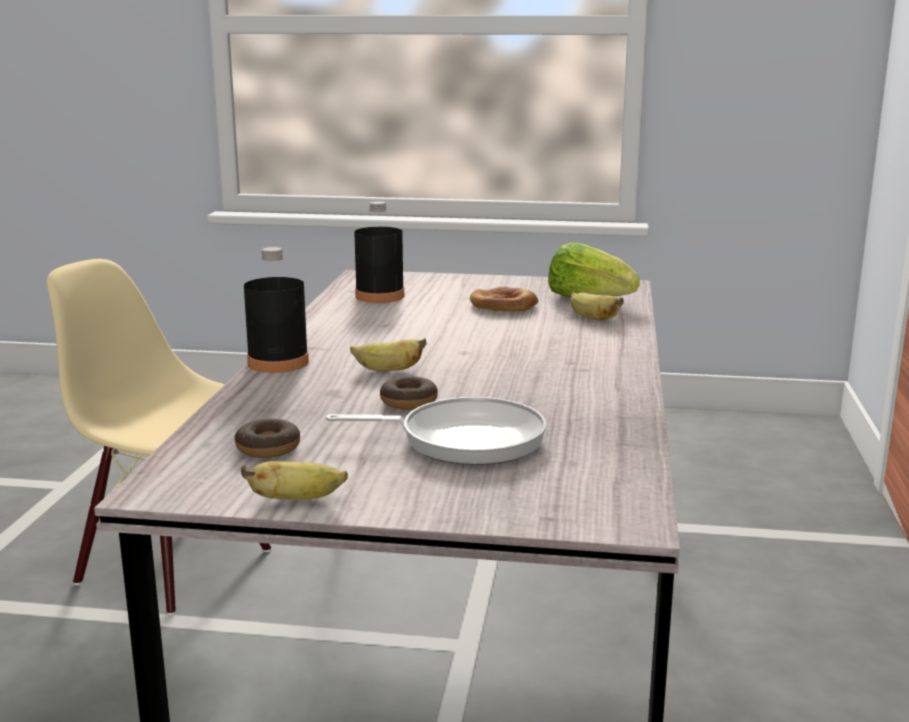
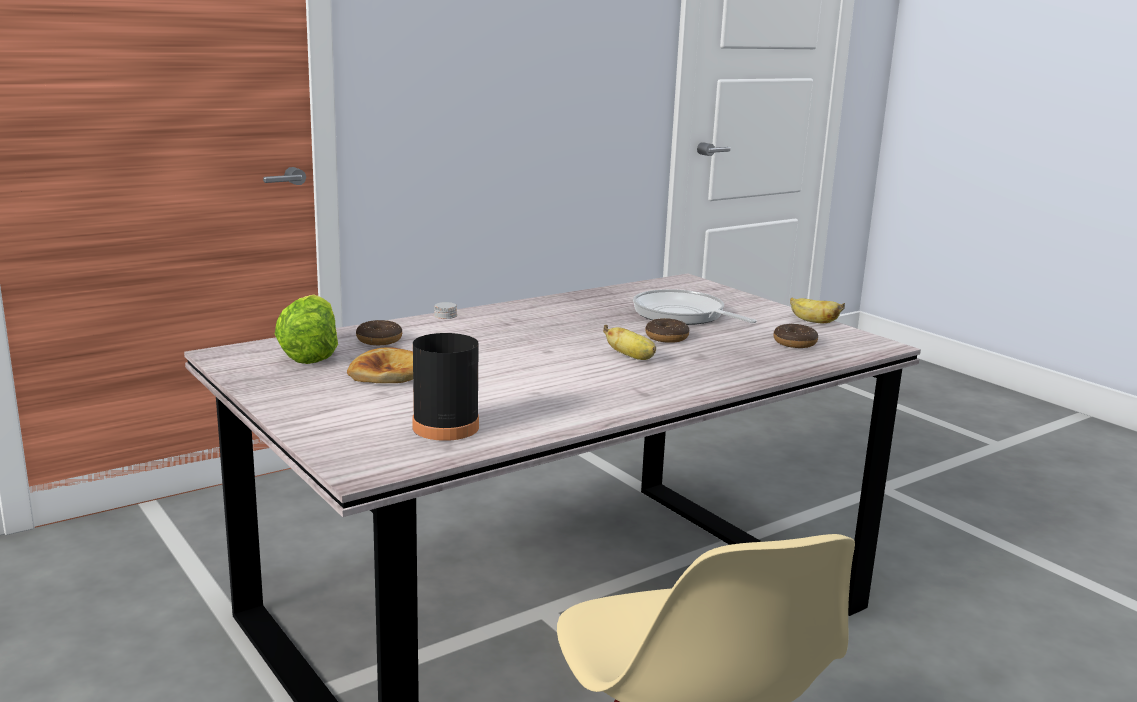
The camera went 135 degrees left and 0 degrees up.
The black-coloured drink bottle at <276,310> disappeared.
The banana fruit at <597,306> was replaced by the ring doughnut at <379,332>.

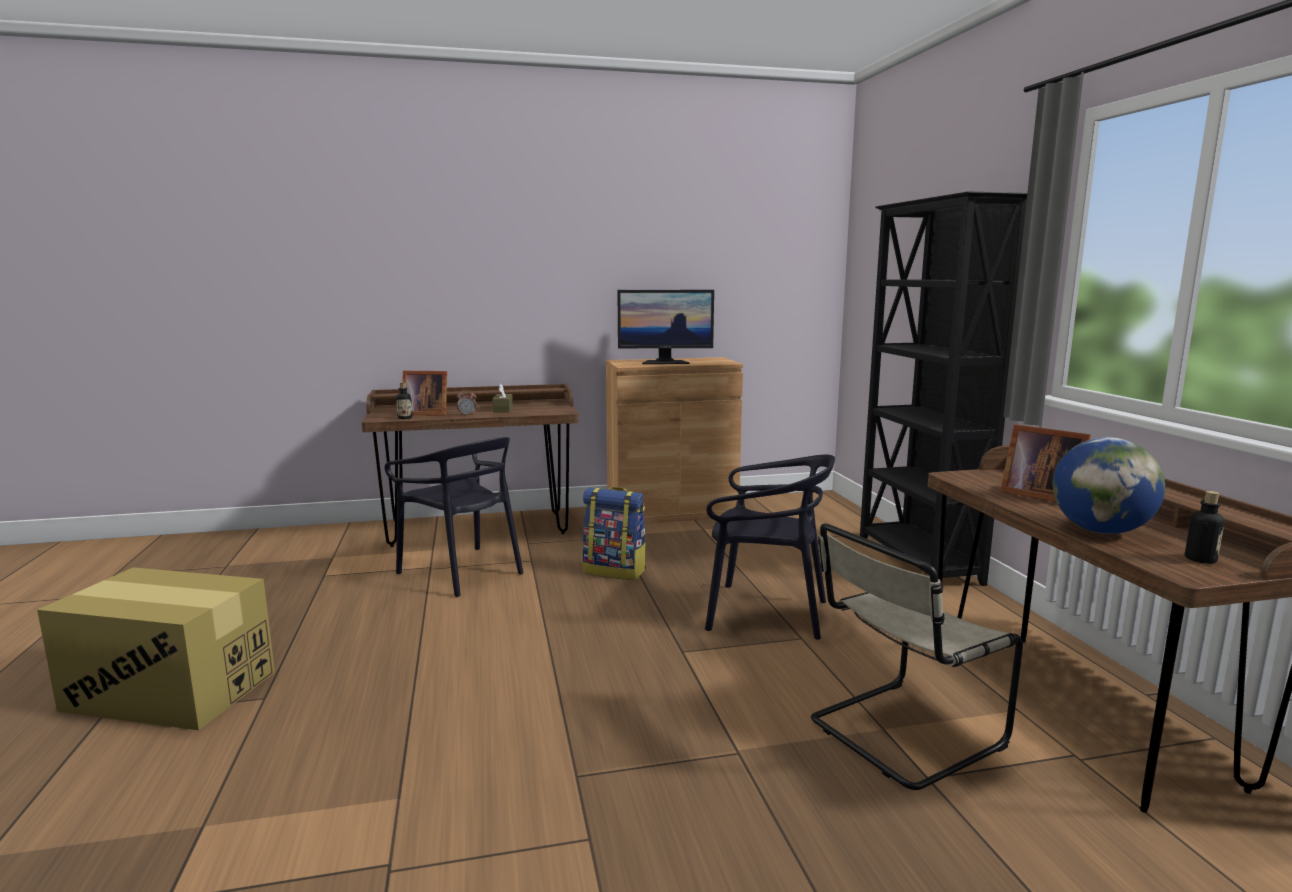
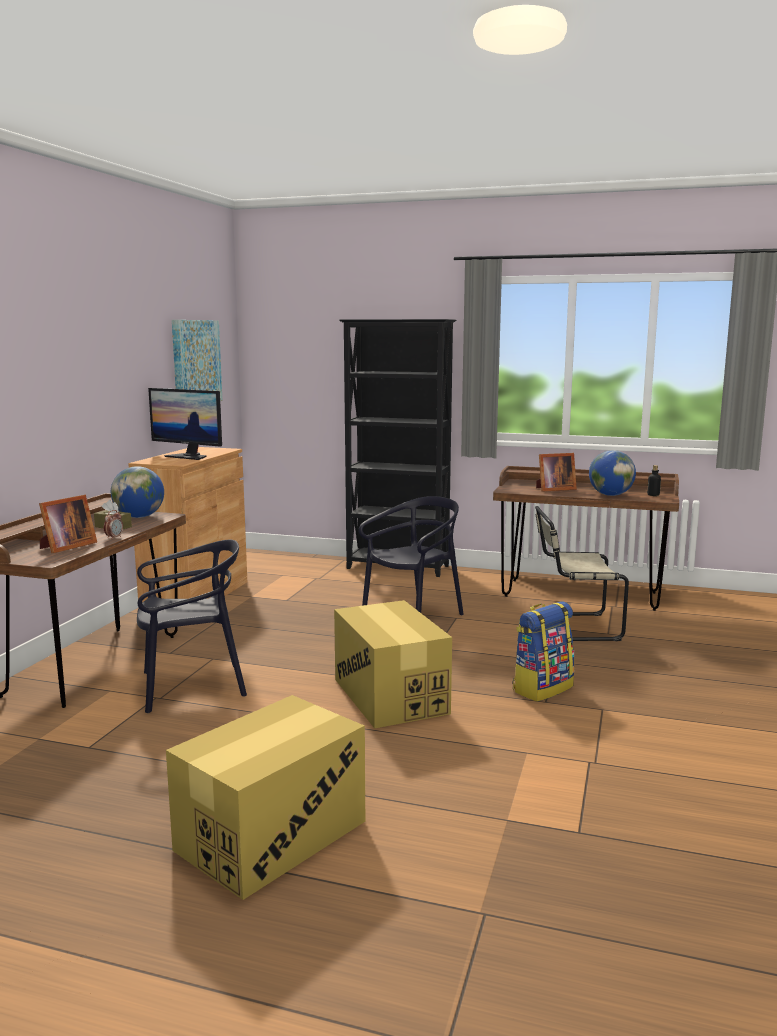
The camera went 60 degrees left and 0 degrees up.
The drink bottle at <404,400> disappeared.
The rucksack moved from <614,533> to <543,652>.
The monitor at <665,327> turned 90 degrees clockwise.
The beige-coloured chair at <917,656> turned 90 degrees clockwise.
The world globe at <137,492> appeared.
The wall art at <197,360> appeared.
The cardboard box at <393,664> appeared.

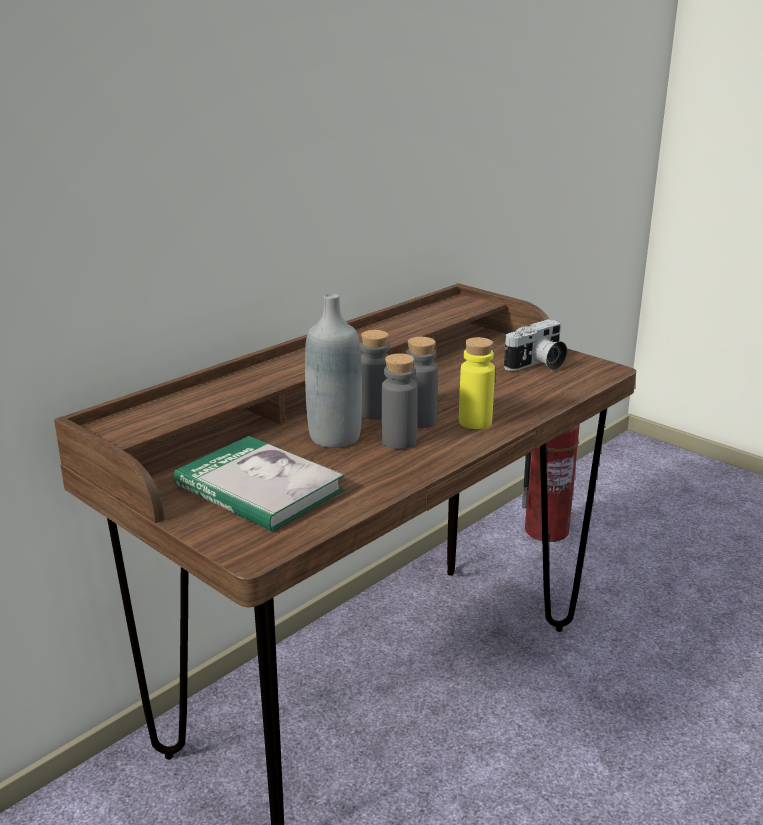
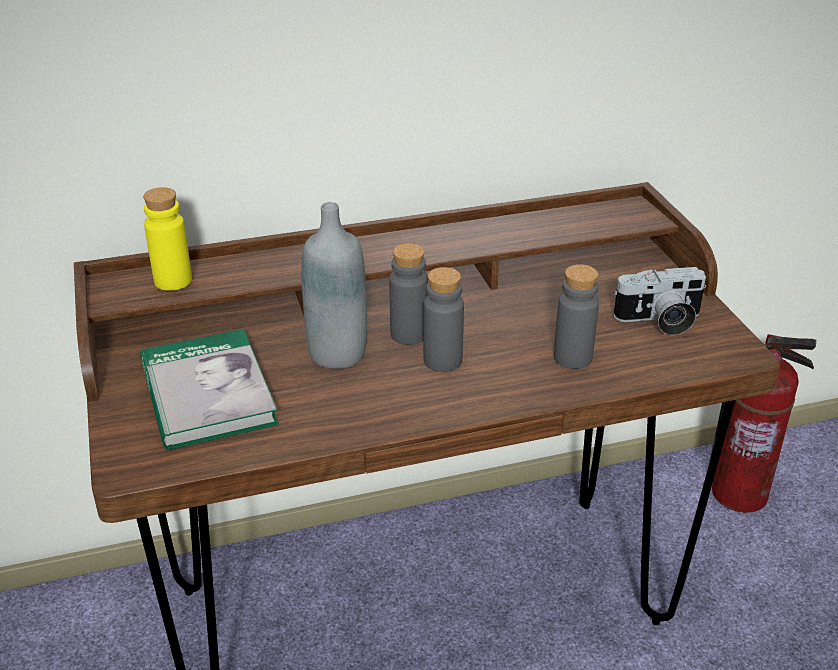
The camera went 30 degrees right and 10 degrees up.
The gray drink bottle moved from <399,401> to <576,316>.
The yellow drink bottle moved from <477,383> to <167,239>.

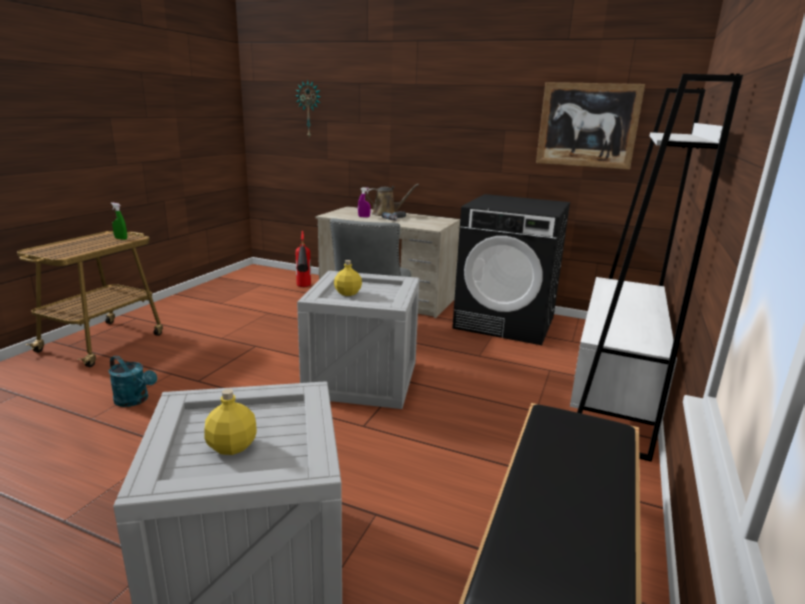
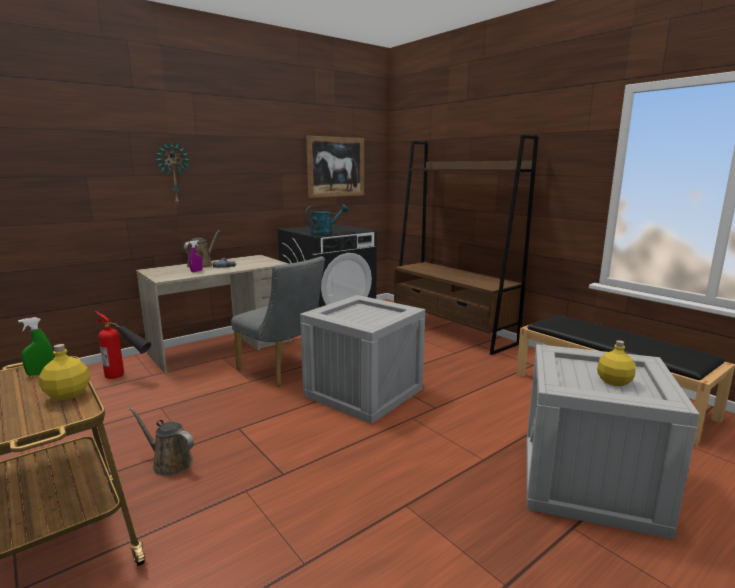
The camera went 60 degrees left and 5 degrees down.
The turquoise watering pot moved from <133,381> to <326,219>.
The wall clock moved from <308,108> to <172,173>.
The yellow drink bottle moved from <348,278> to <64,372>.
The whitish bookshelf at <656,268> became the brownish bookshelf at <466,245>.
The brownish watering pot at <161,441> appeared.

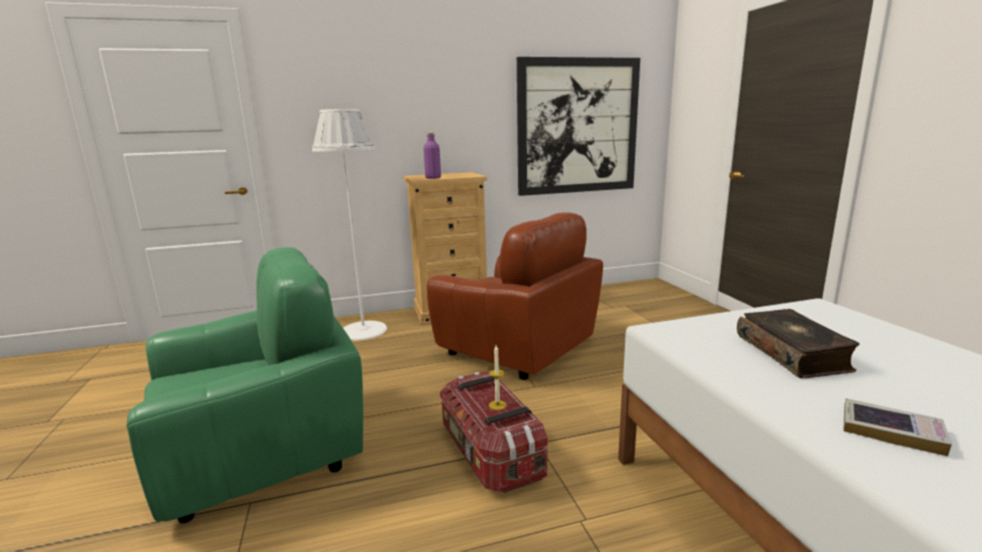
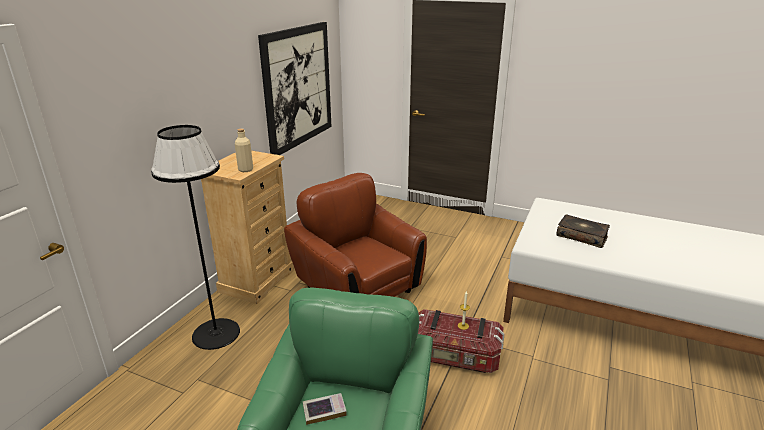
The camera went 50 degrees left and 10 degrees up.
The whitish standing lamp at <349,224> became the black-coloured standing lamp at <195,237>.
The purple drink bottle at <432,156> became the beige-coloured drink bottle at <244,150>.
The brownish easy chair at <515,296> turned 120 degrees counterclockwise.
The book moved from <897,427> to <325,409>.

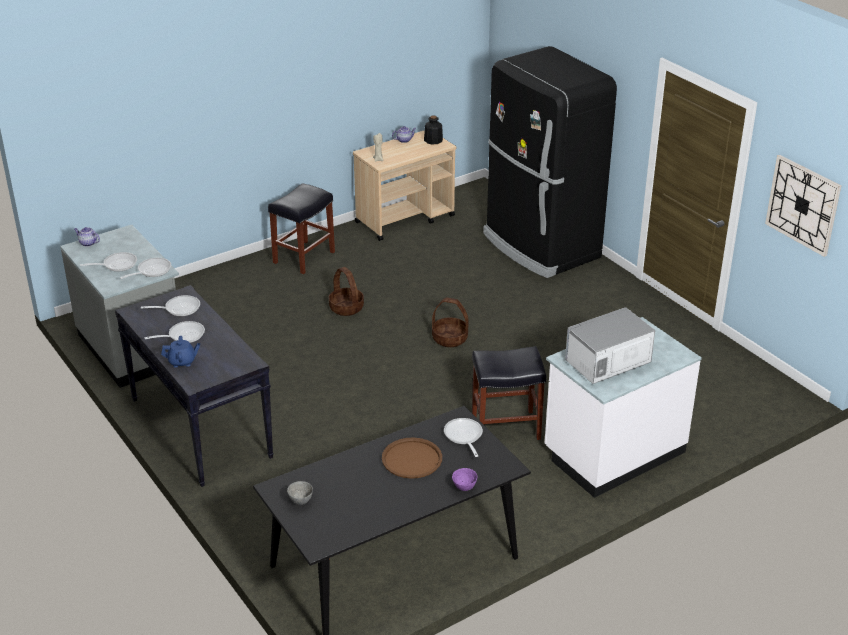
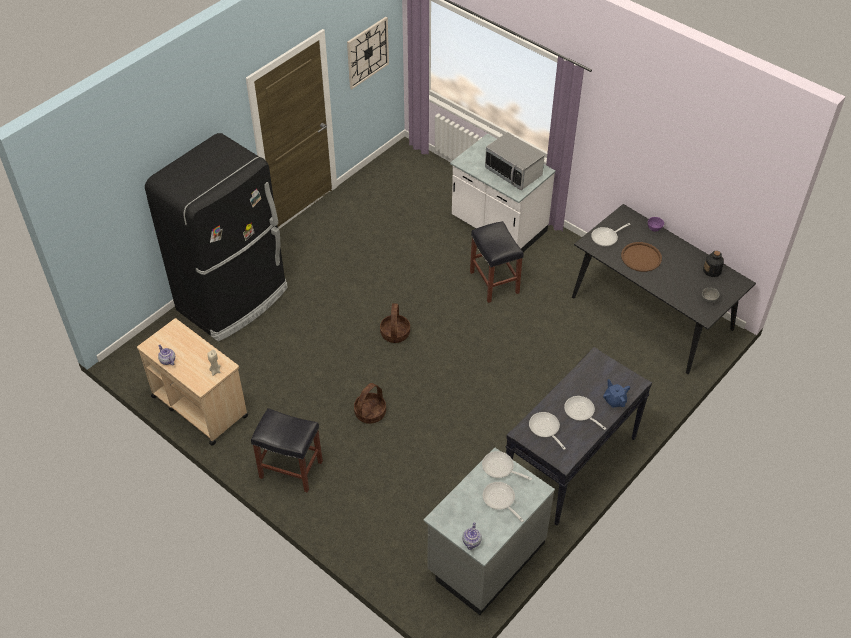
The camera went 105 degrees left and 15 degrees up.
The drink bottle moved from <433,130> to <713,264>.

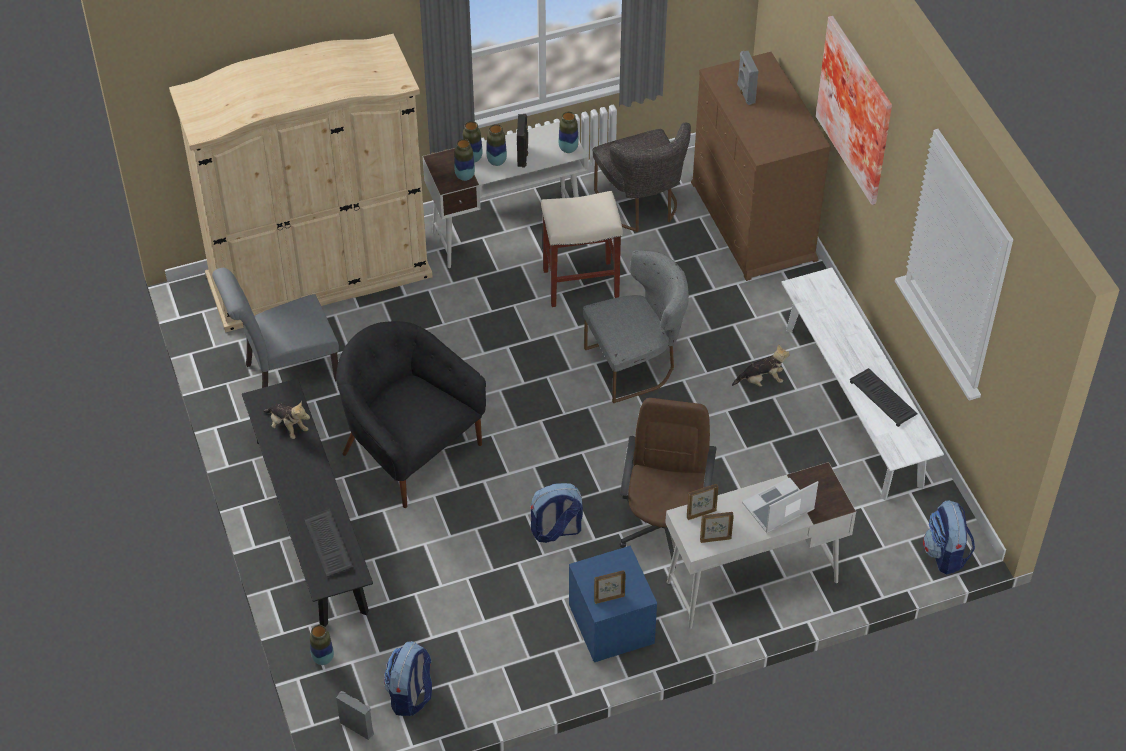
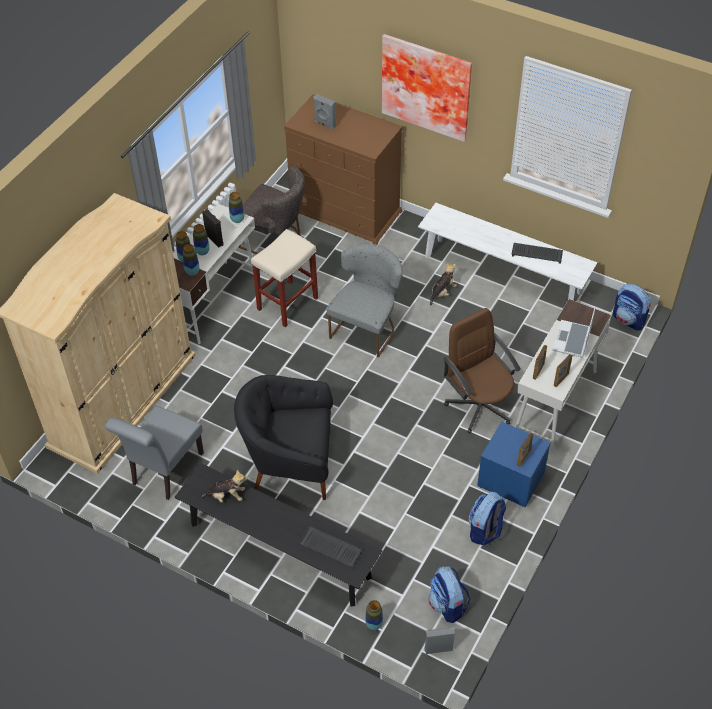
The camera went 40 degrees left and 0 degrees up.
The rucksack moved from <557,513> to <487,518>.

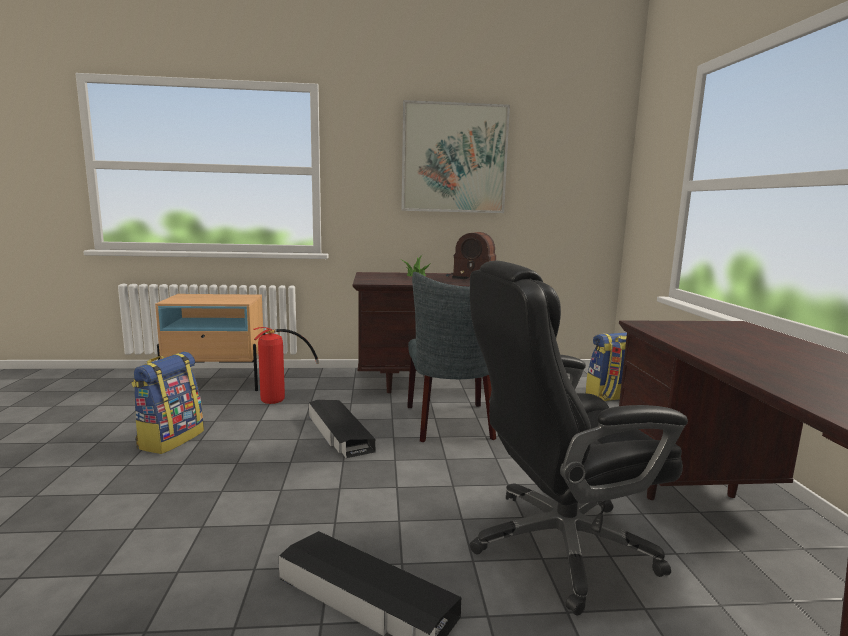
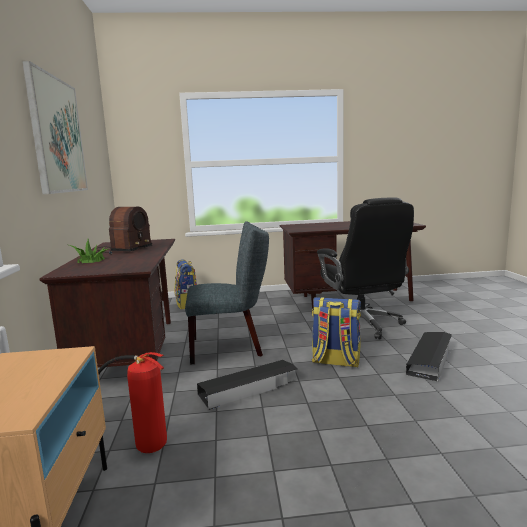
The camera went 90 degrees left and 0 degrees up.
The rucksack moved from <168,403> to <336,332>.

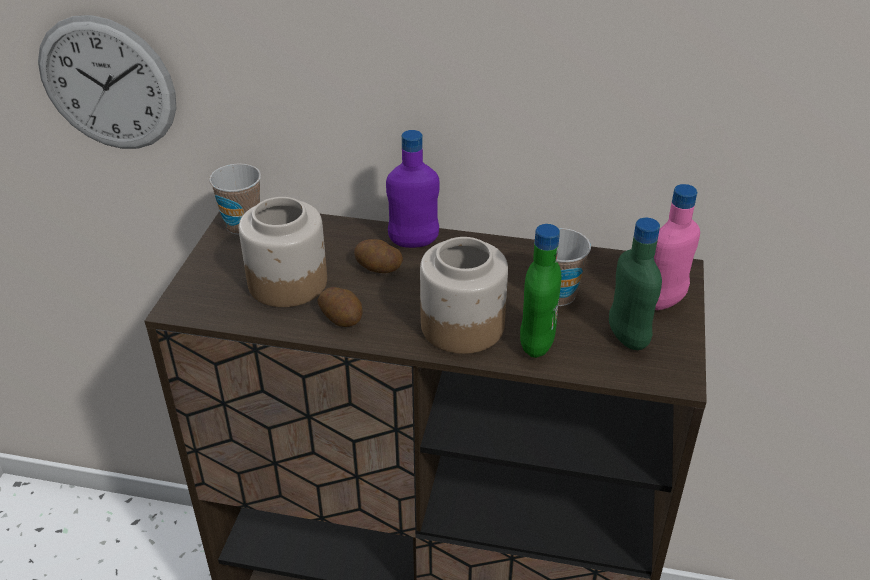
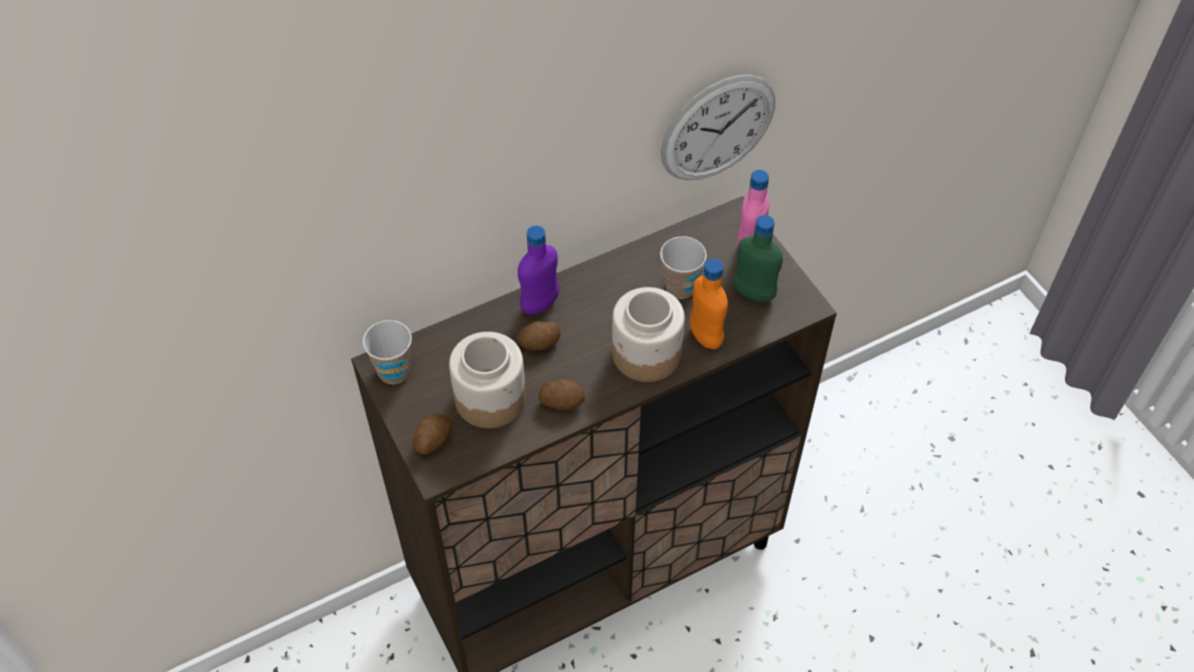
The camera went 40 degrees left and 15 degrees up.
The wall clock moved from <107,82> to <718,127>.
The green-coloured drink bottle at <540,291> became the orange drink bottle at <709,304>.
The potato at <432,434> appeared.

